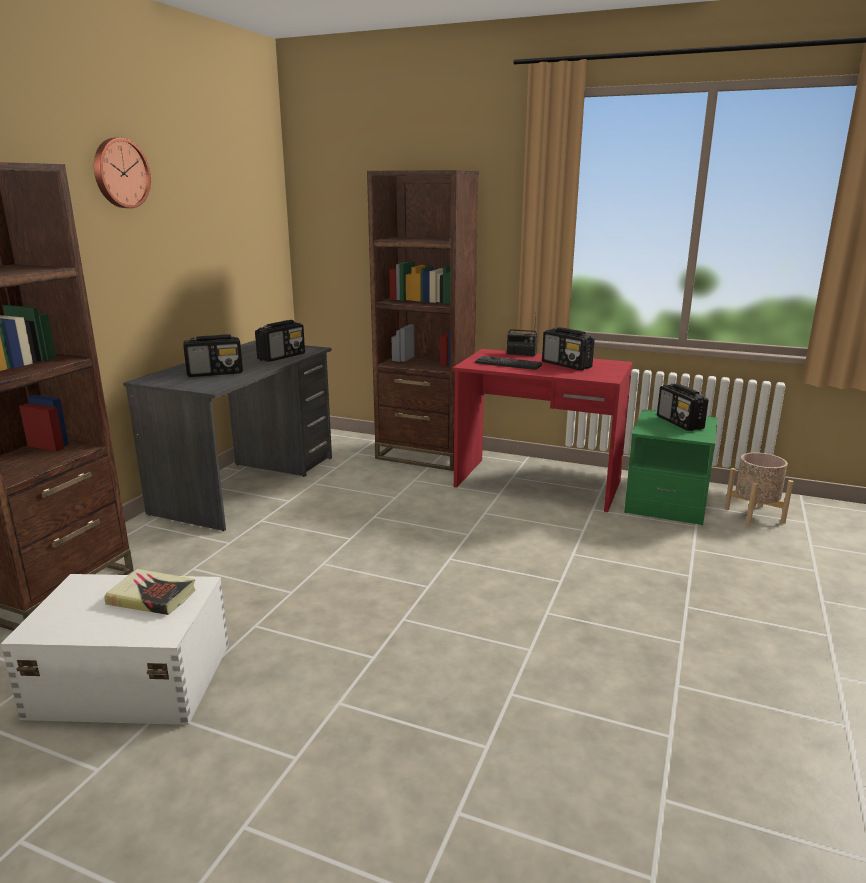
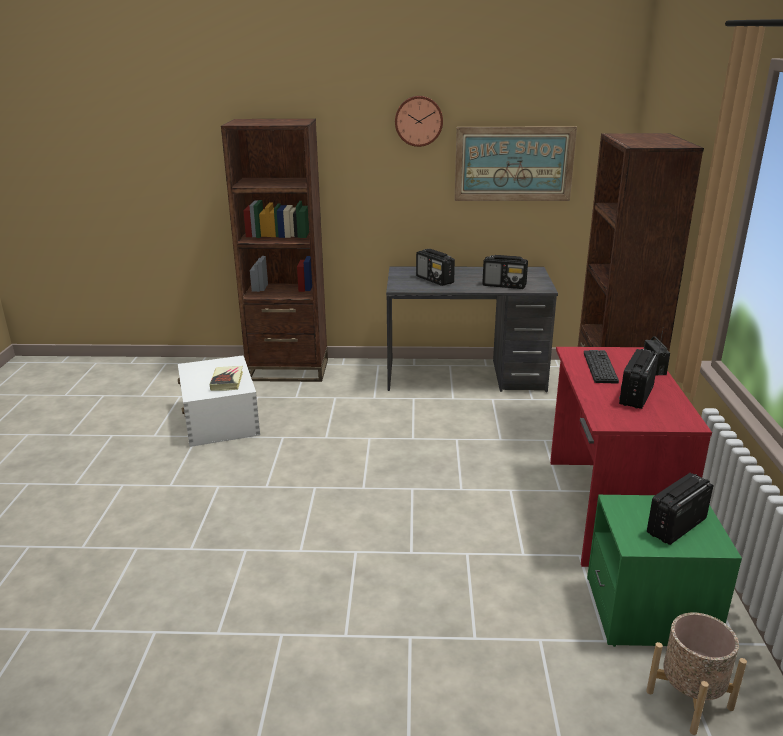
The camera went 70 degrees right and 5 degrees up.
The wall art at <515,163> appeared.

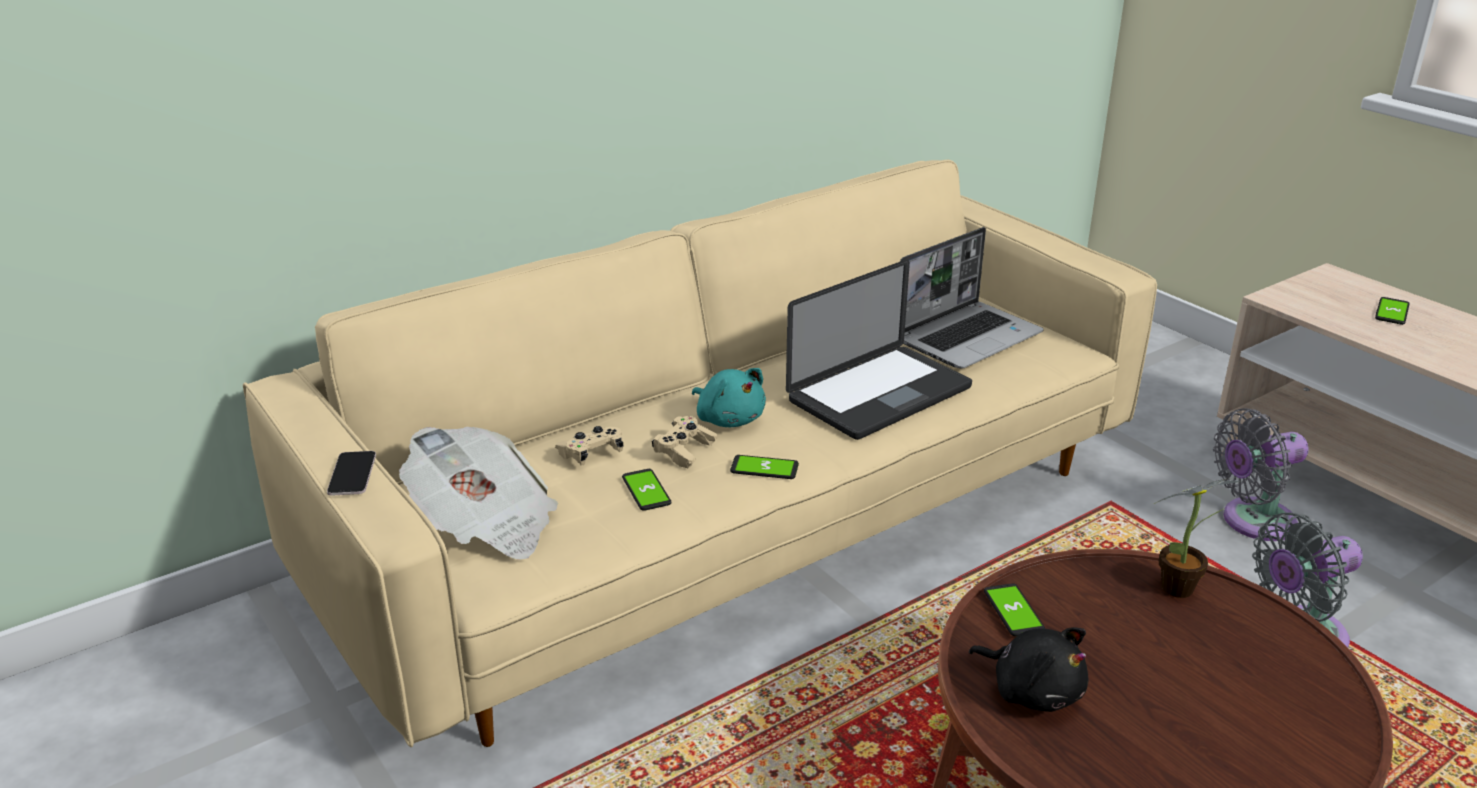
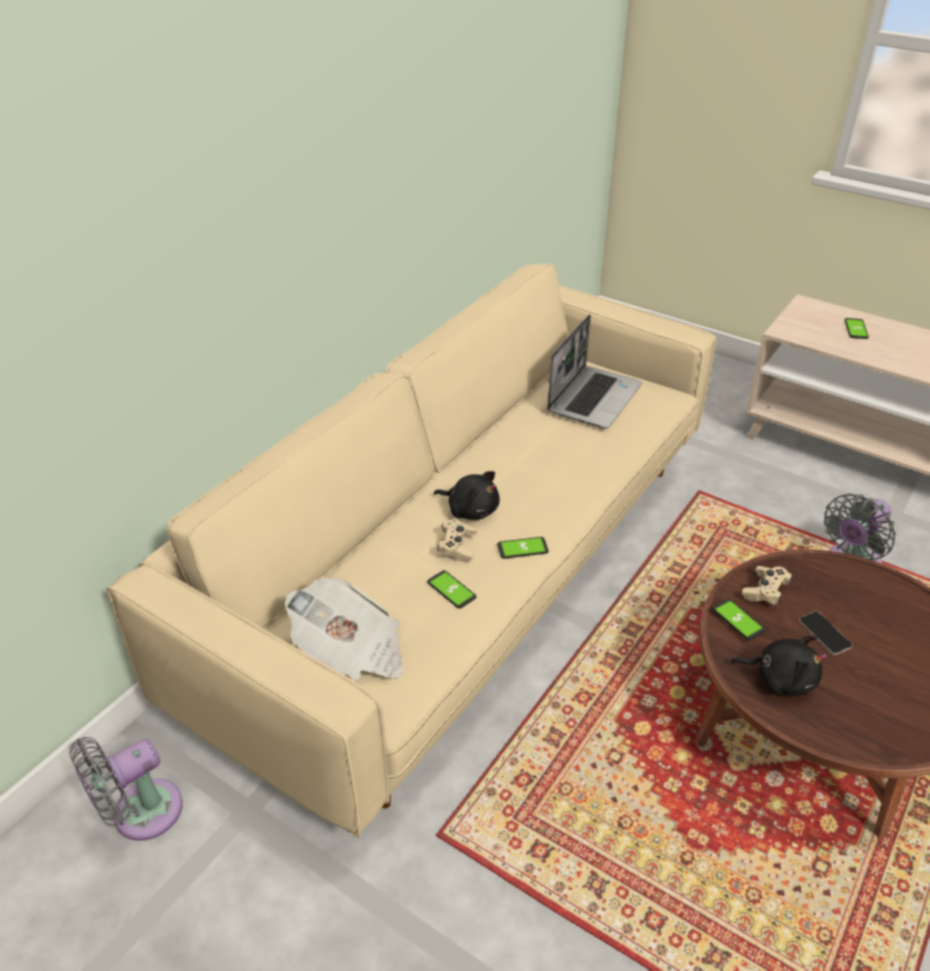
The camera went 20 degrees left and 10 degrees up.
The telephone moved from <351,473> to <825,633>.
The beige-coloured gamepad moved from <589,446> to <767,586>.
The turquoise soft toy at <729,397> became the black-coloured soft toy at <467,495>.
The notebook computer at <879,350> disappeared.
The plant in a pot at <1197,538> disappeared.
The gray cooling fan moved from <1260,474> to <126,789>.

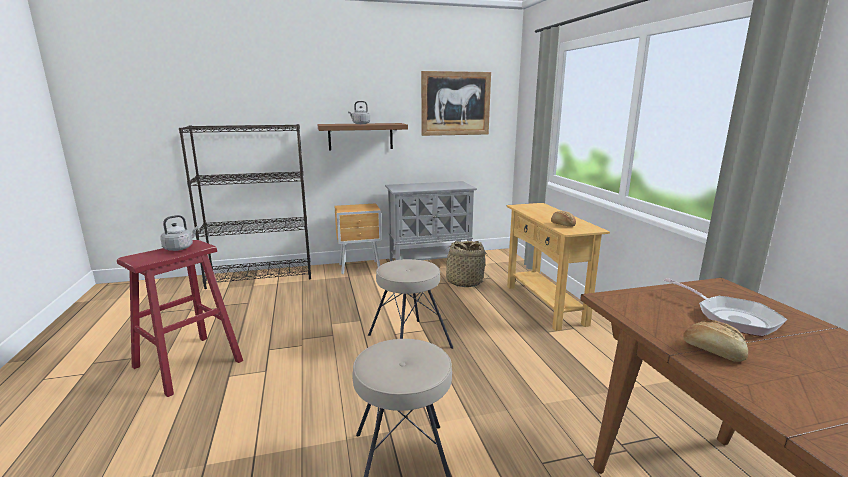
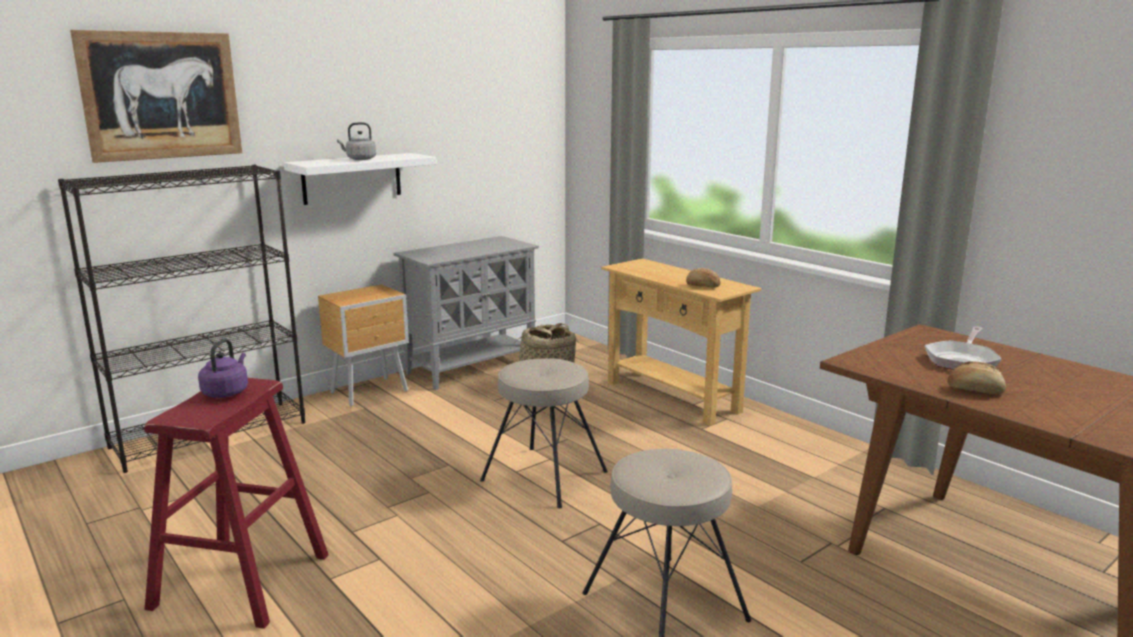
The camera went 25 degrees left and 0 degrees up.
The gray water kettle at <179,233> became the purple water kettle at <223,368>.
The brownish bracket shelf at <362,137> became the whitish bracket shelf at <360,179>.
The wall art moved from <456,103> to <156,96>.
The frying pan at <725,307> turned 90 degrees clockwise.

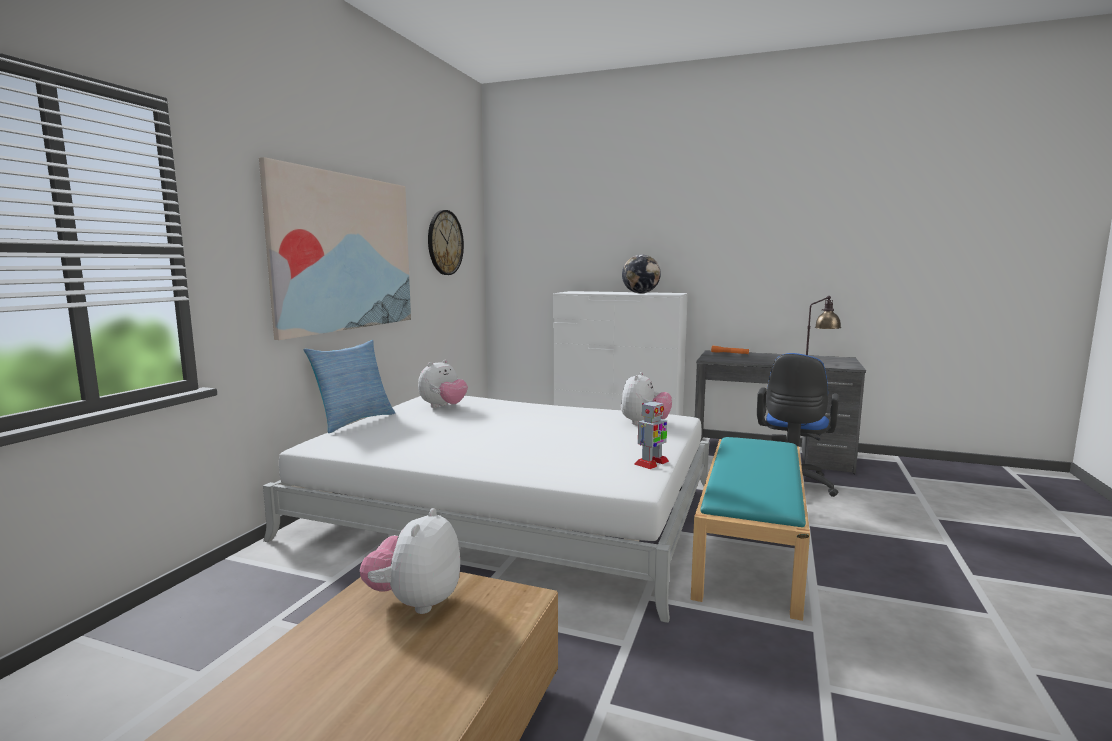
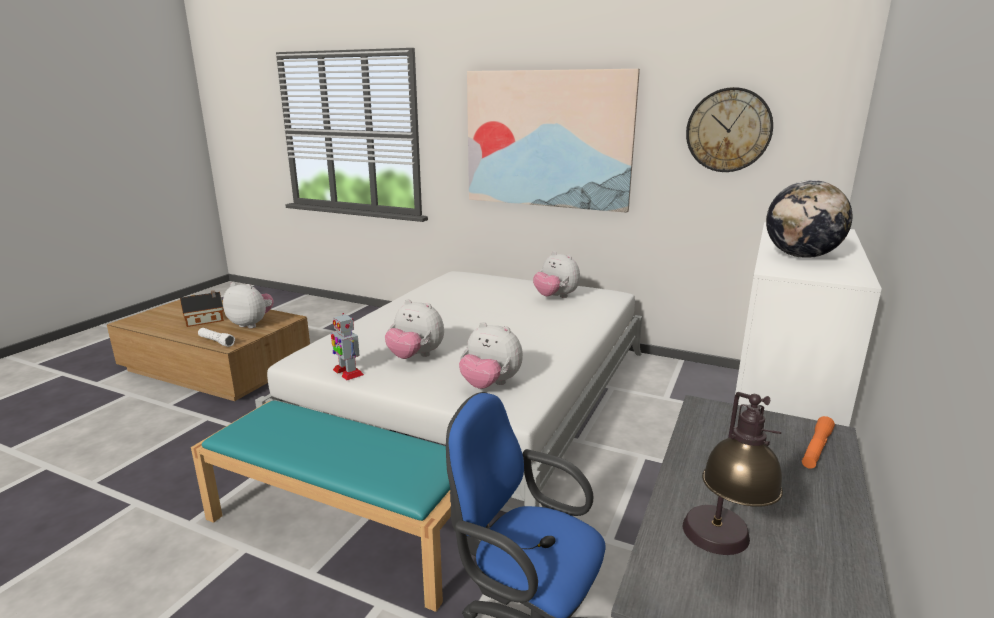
The camera went 95 degrees right and 10 degrees up.
The pillow at <349,386> disappeared.
The miniature house at <202,308> appeared.
The whitish flashlight at <216,337> appeared.
The soft toy at <414,329> appeared.

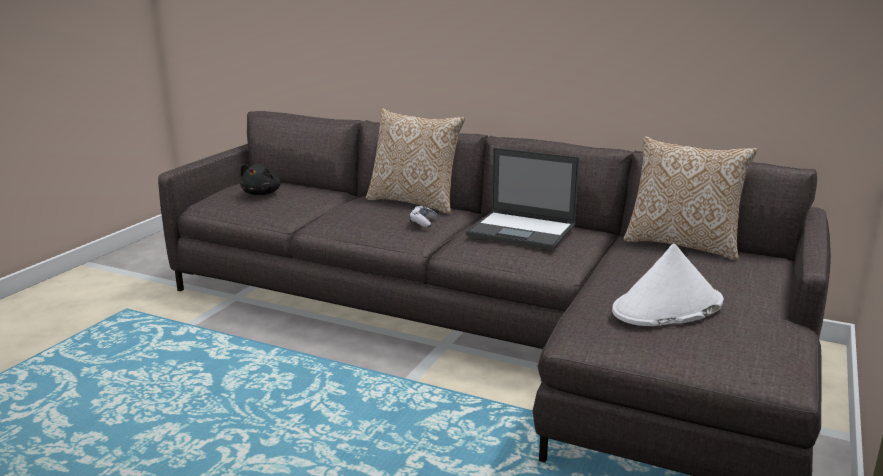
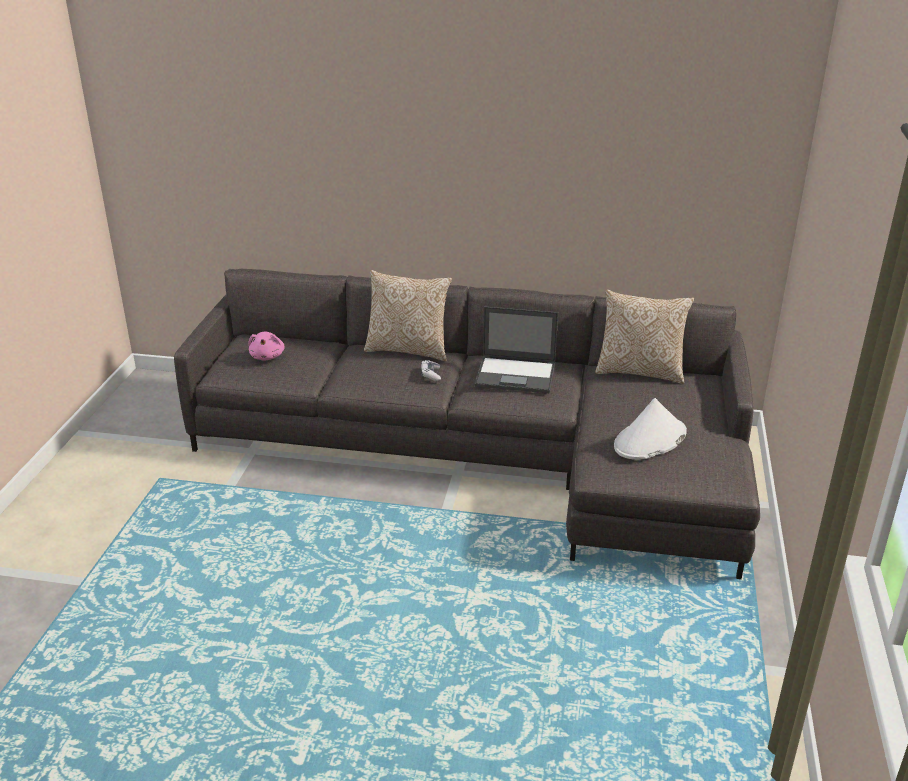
The camera went 15 degrees left and 10 degrees up.
The black-coloured soft toy at <260,179> became the pink-coloured soft toy at <266,346>.

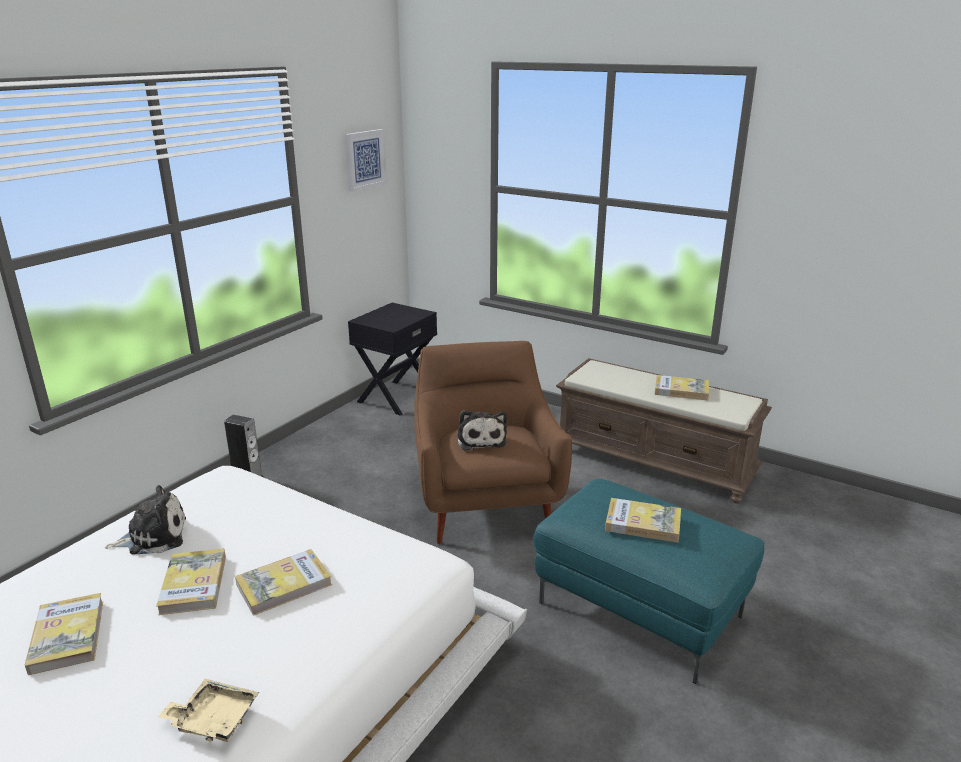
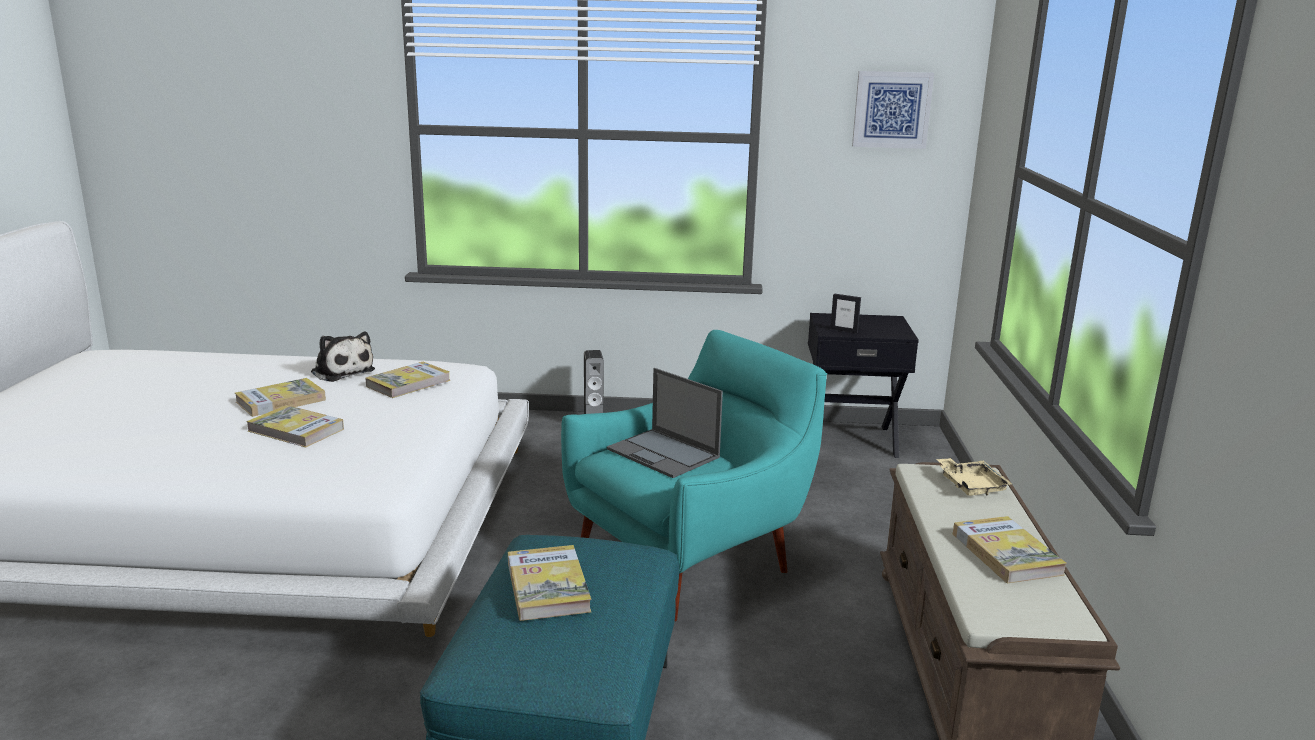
The camera went 60 degrees right and 5 degrees down.
The book moved from <64,634> to <408,380>.
The beige-coloured carrying tray moved from <208,710> to <974,477>.
The brownish easy chair at <493,442> became the turquoise easy chair at <694,476>.
The soft toy at <482,430> was replaced by the notebook computer at <665,423>.
The picture frame at <845,313> appeared.

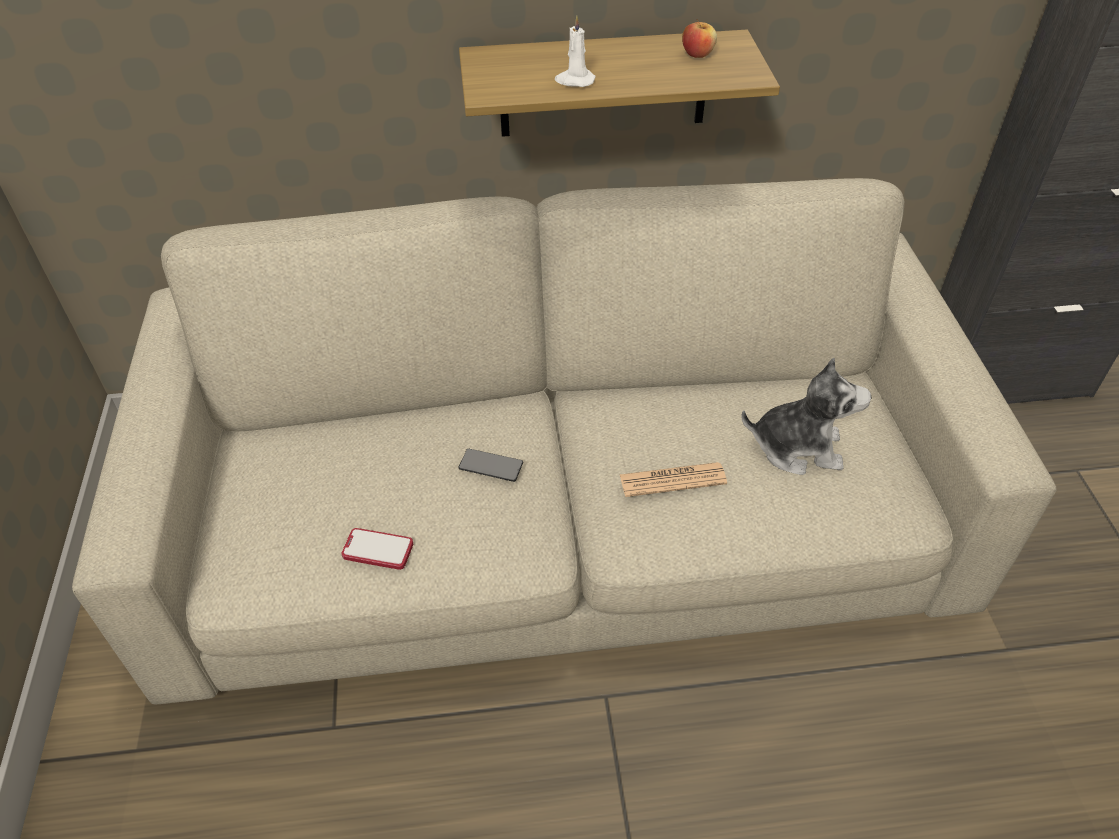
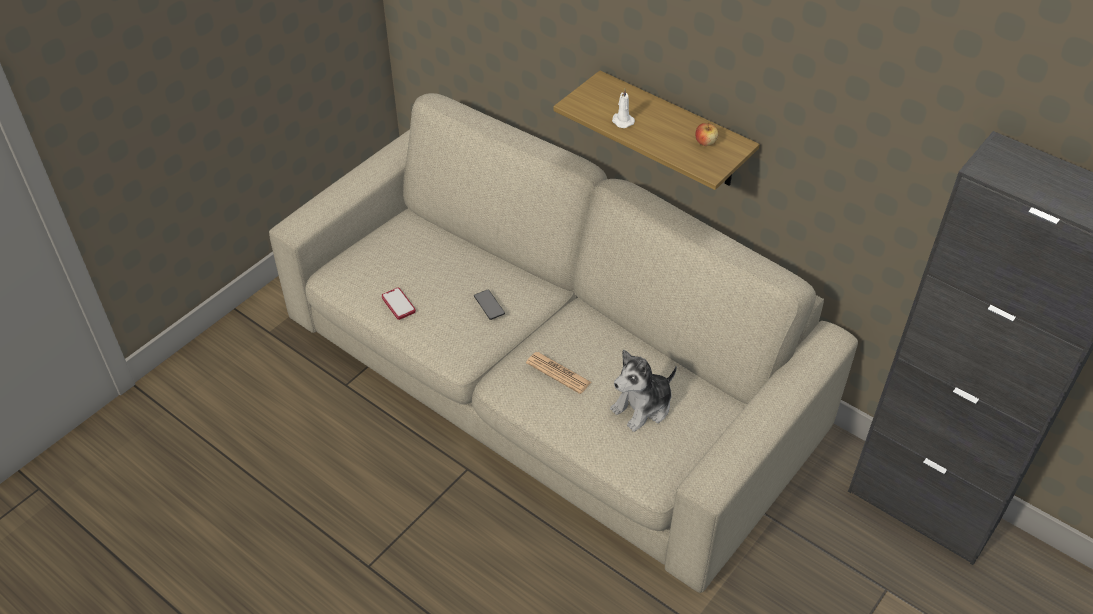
The camera went 45 degrees right and 0 degrees up.
The soft toy at <806,416> turned 90 degrees clockwise.

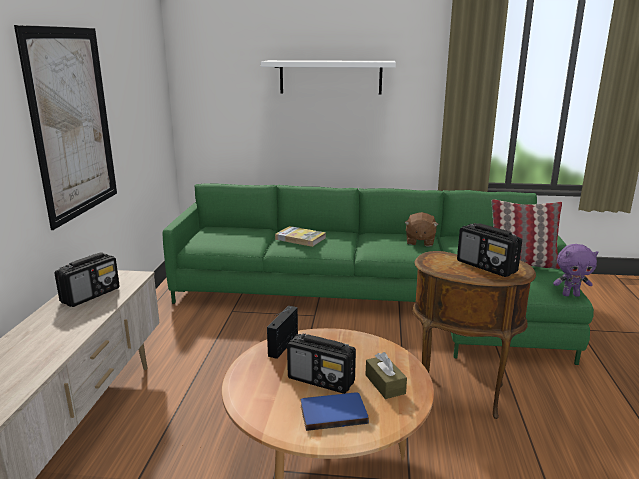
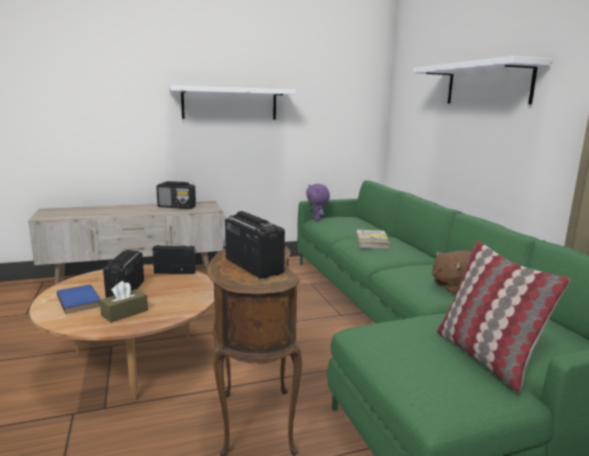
The camera went 65 degrees right and 5 degrees down.
The wall art at <65,127> was replaced by the whitish bracket shelf at <232,102>.
The radio at <489,250> turned 120 degrees clockwise.
The purple soft toy moved from <575,270> to <318,202>.

